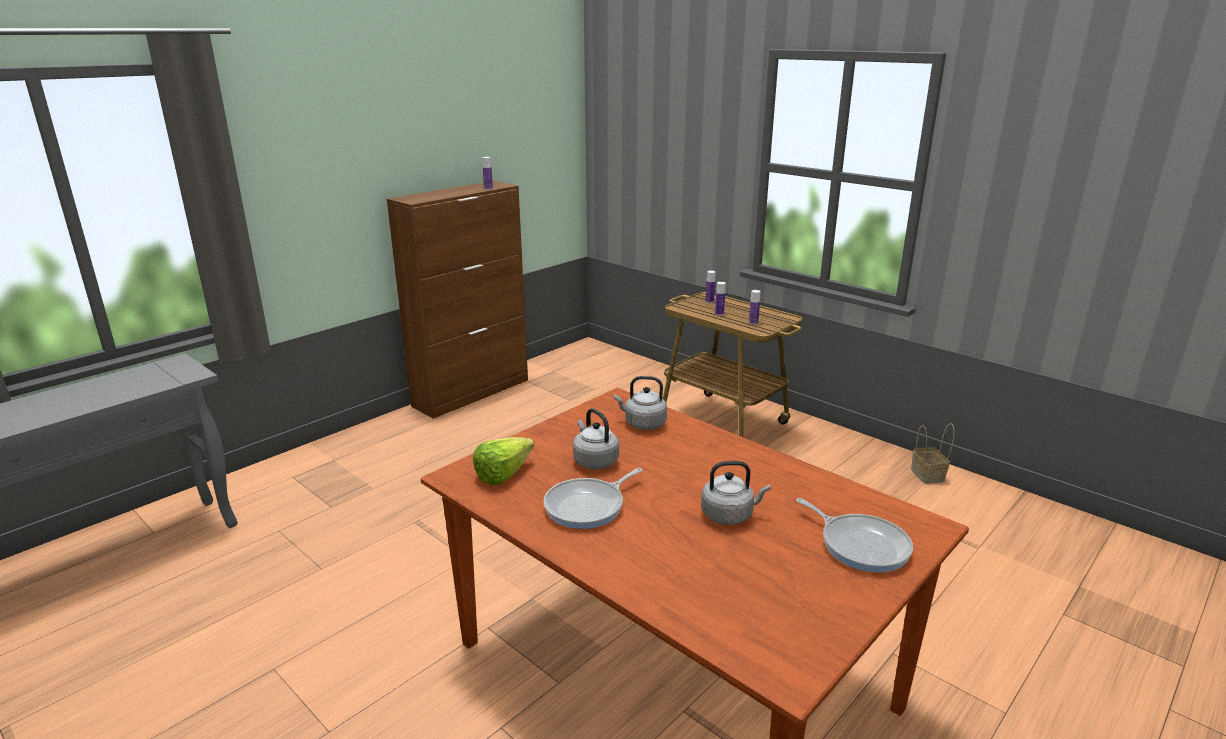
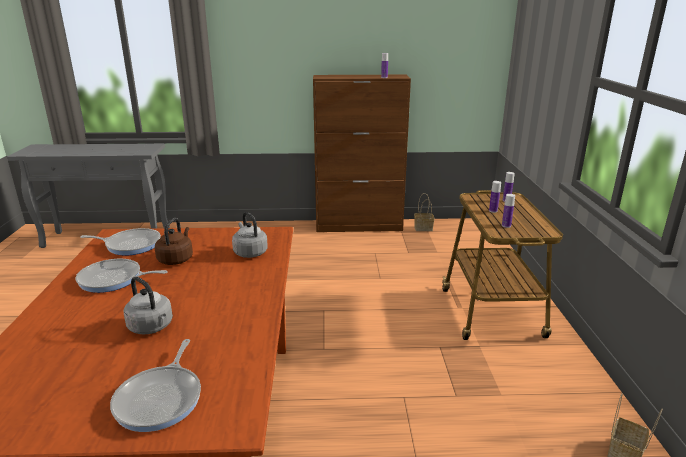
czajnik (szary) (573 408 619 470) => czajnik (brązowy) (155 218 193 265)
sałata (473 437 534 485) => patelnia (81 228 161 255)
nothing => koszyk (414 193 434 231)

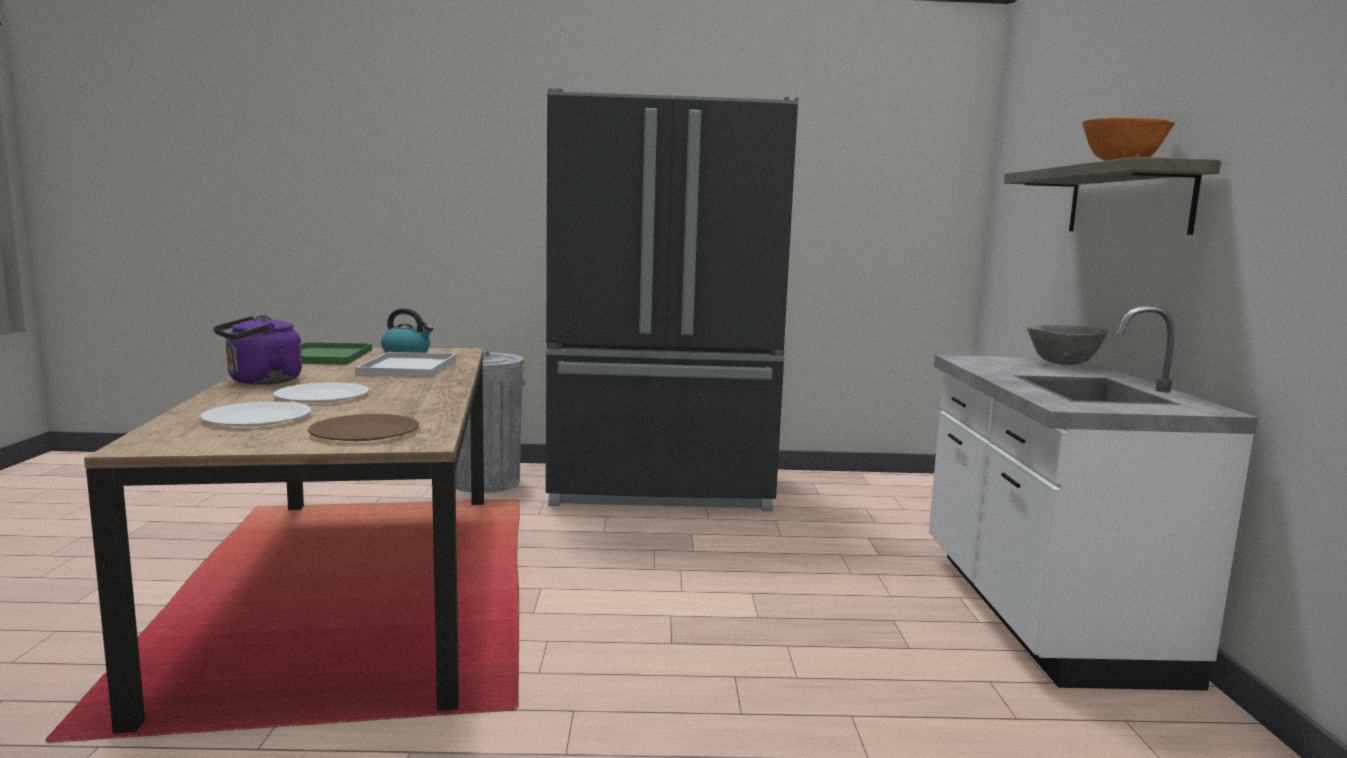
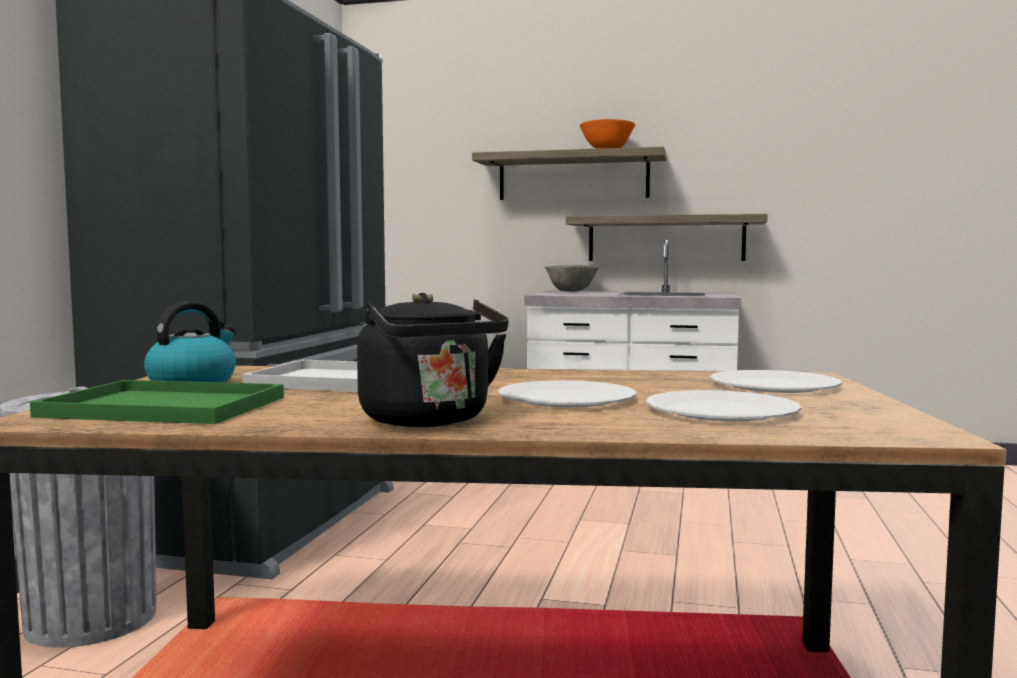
czajnik (fioletowy) (213 315 302 385) => czajnik (czarny) (357 293 509 427)
talerz (brązowy) (308 414 419 441) => talerz (biały) (710 370 842 393)
nothing => półka (566 214 768 261)

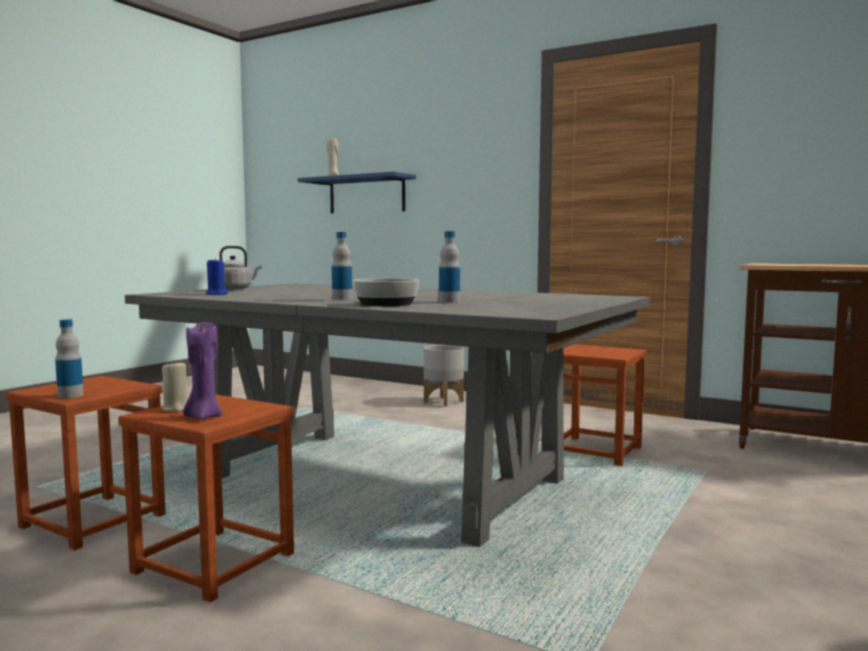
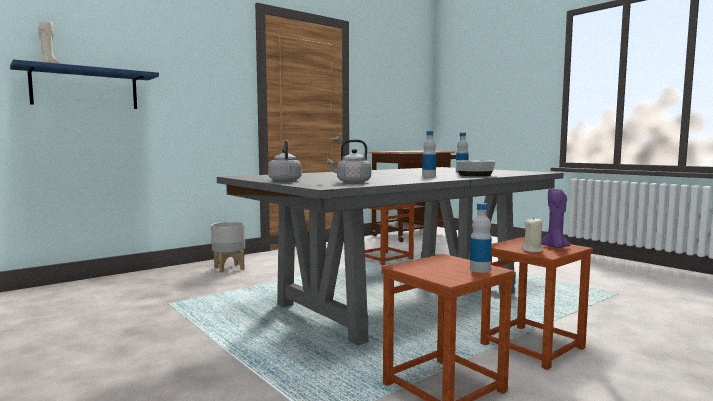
świeca (niebieski) (206 258 228 295) => czajnik (szary) (327 140 371 183)

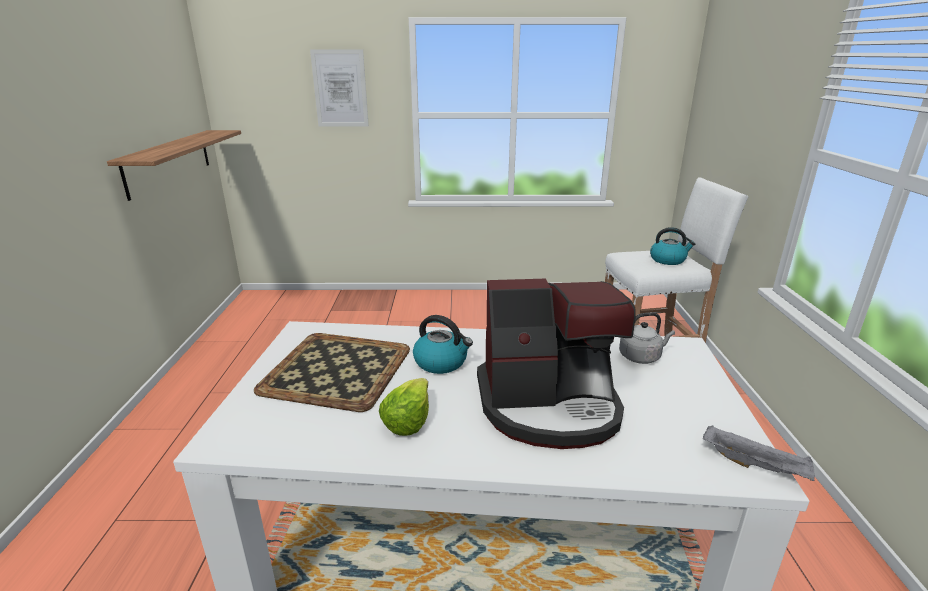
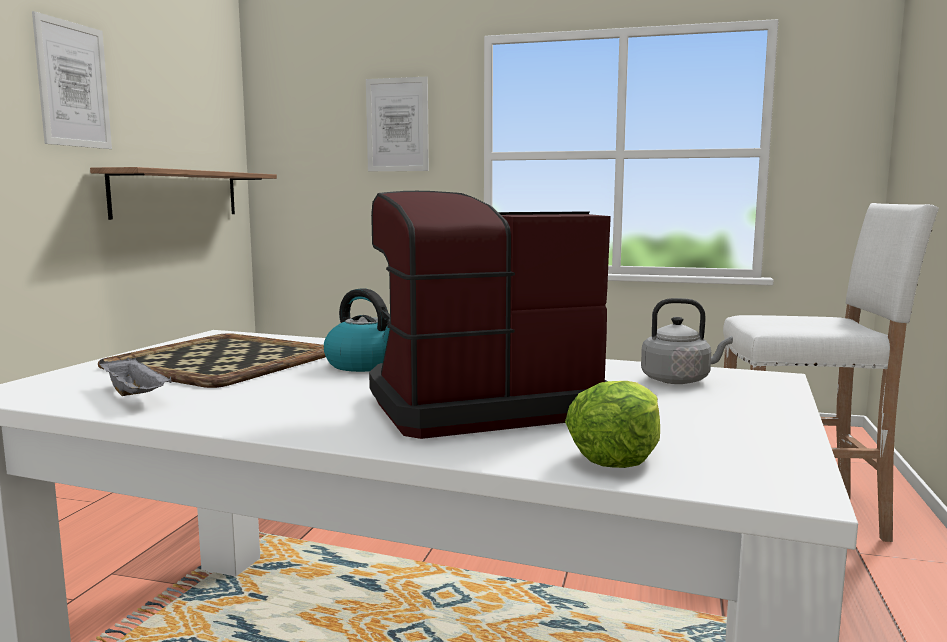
czajnik (650 227 696 265) => nothing
ekspres do kawy (477 279 636 449) => ekspres do kawy (369 191 611 439), 150 degrees clockwise
sałata (379 378 429 436) => sałata (565 381 660 468), move
taca (szary) (703 425 815 481) => taca (szary) (99 357 172 396), move
nothing => obraz (32 11 112 149)

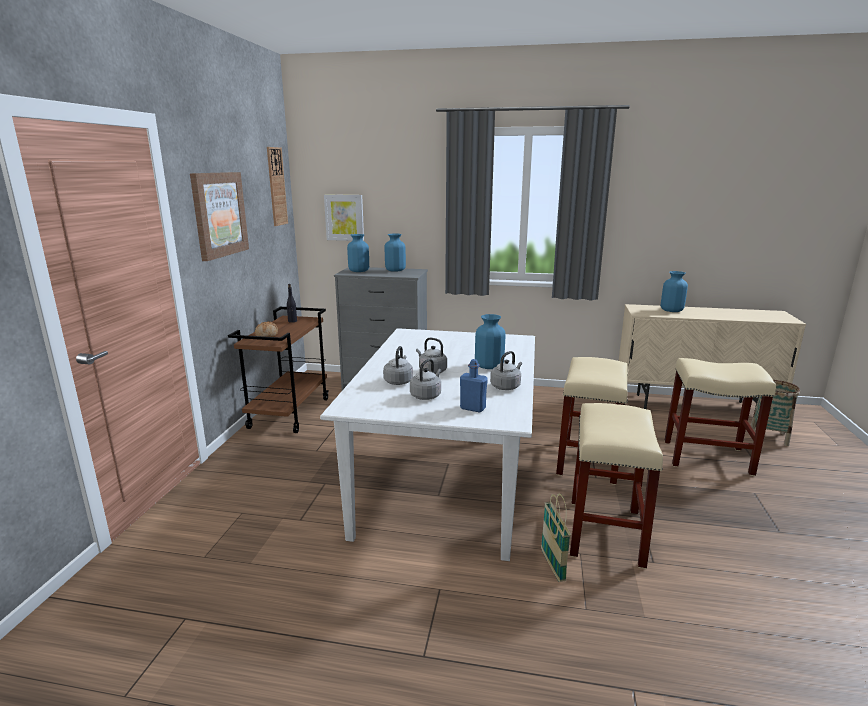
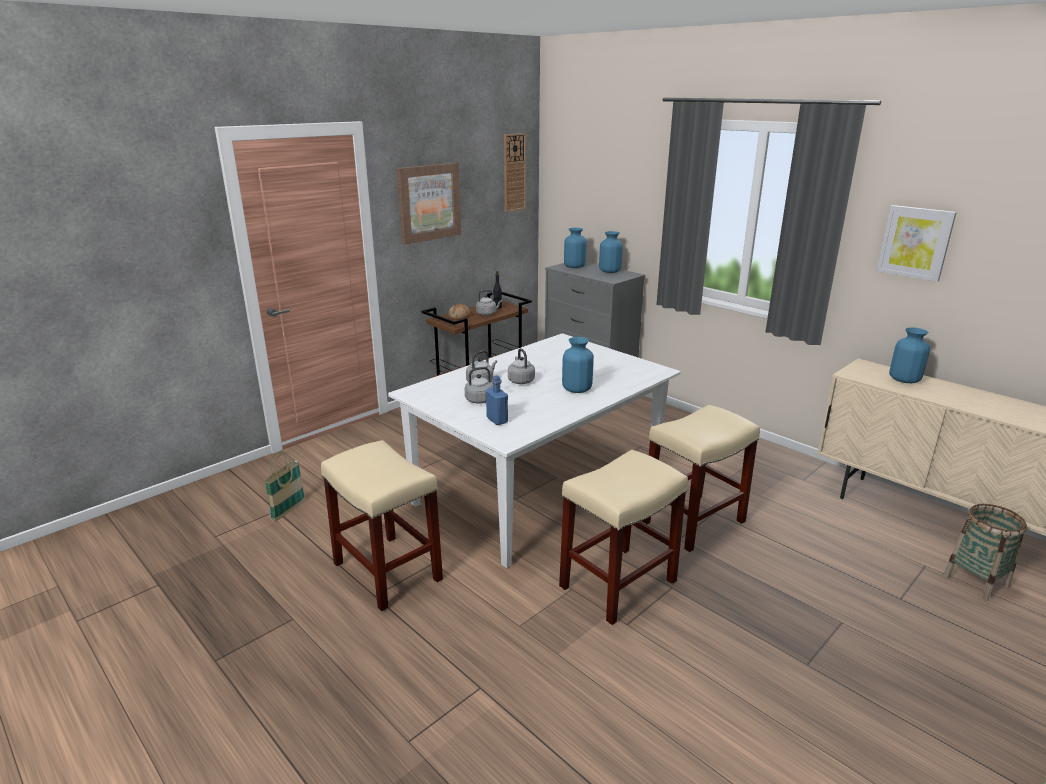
obraz (324 195 364 241) => obraz (877 205 957 282), move
czajnik (szary) (490 351 522 390) => czajnik (szary) (476 290 502 316), move
stołek (beżowy) (664 358 776 476) => stołek (beżowy) (321 440 443 612), move
koszyk (541 493 571 582) => koszyk (264 451 305 521), move

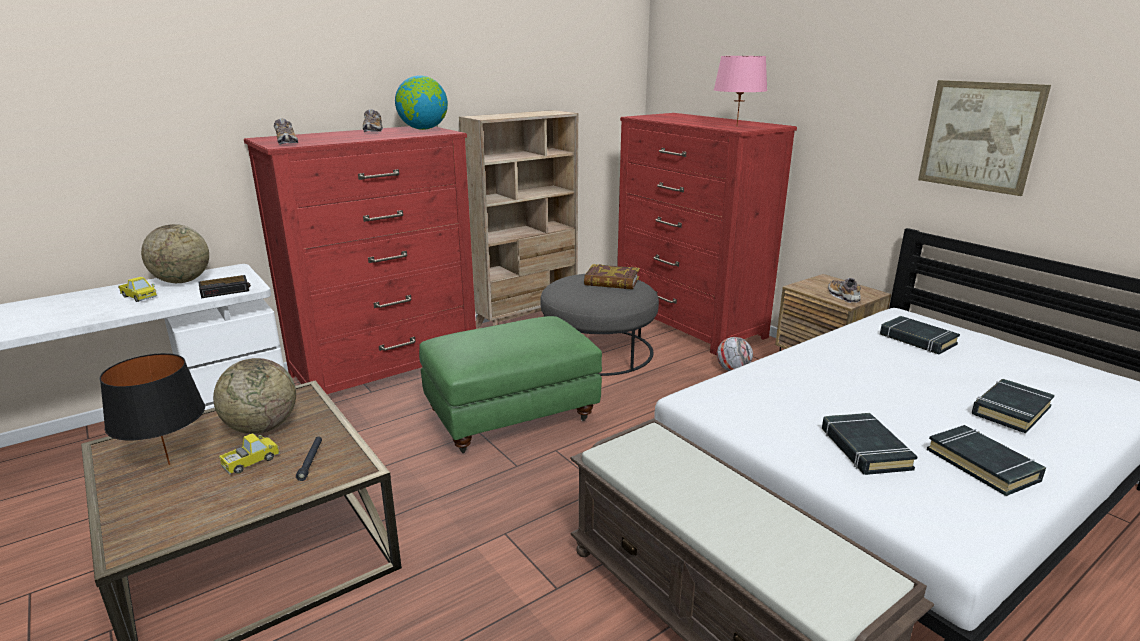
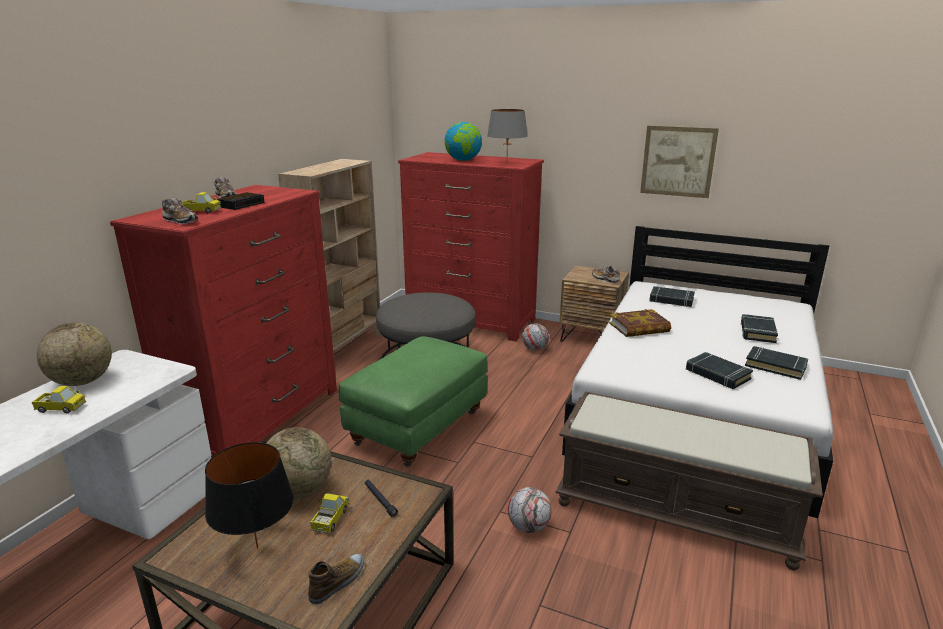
lampa stołowa (różowy) (714 56 767 126) => lampa stołowa (szary) (487 109 528 151)
globus (395 75 448 130) => globus (445 122 482 161), move
książka (584 264 640 289) => książka (609 309 671 337), move
budzik (198 275 251 298) => budzik (217 192 265 210), move
nothing => ciężarówka zabawkowa (182 192 221 213)
nothing => piłka futbolowa (508 487 552 533)
nothing => but (308 554 364 605)

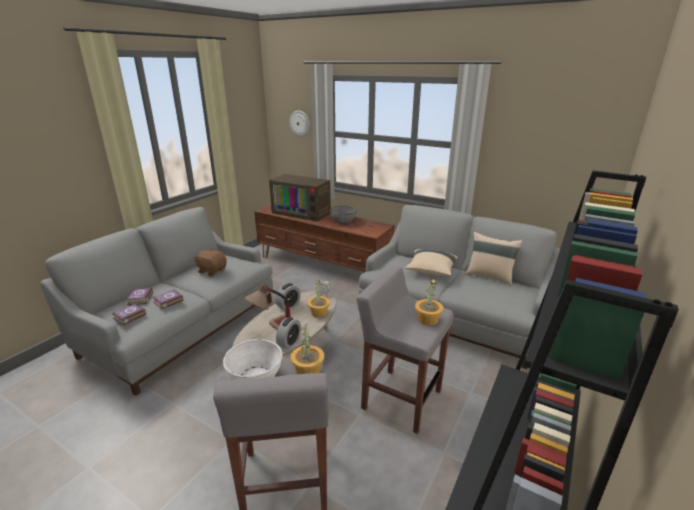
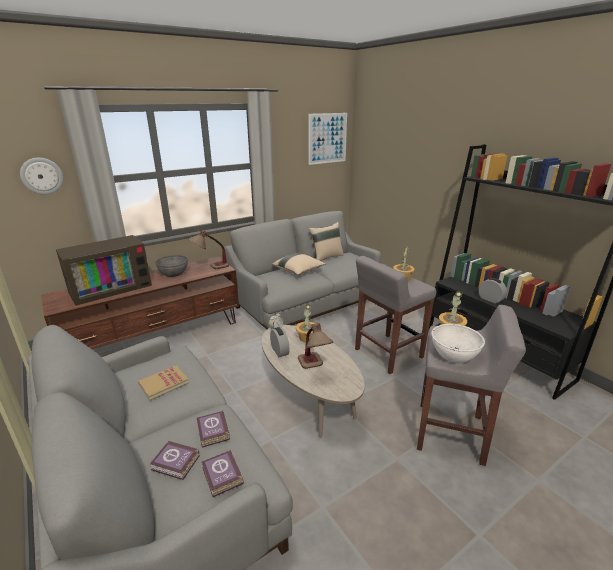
pluszak (brązowy) (194 248 227 276) => książka (138 366 189 401)
budzik (276 317 301 349) => budzik (479 278 507 304), move
nothing => obraz (308 113 347 165)
nothing => lampa stołowa (188 230 229 269)

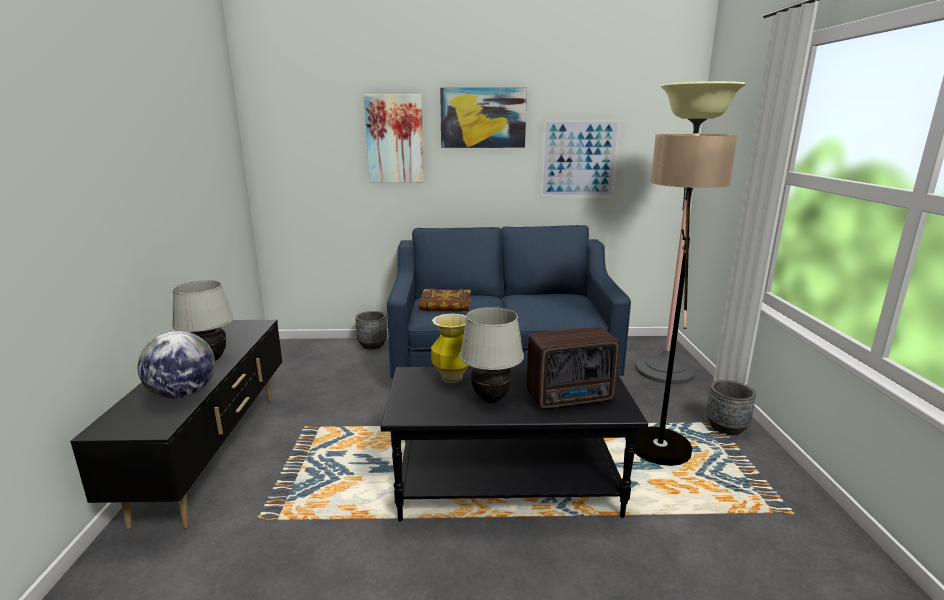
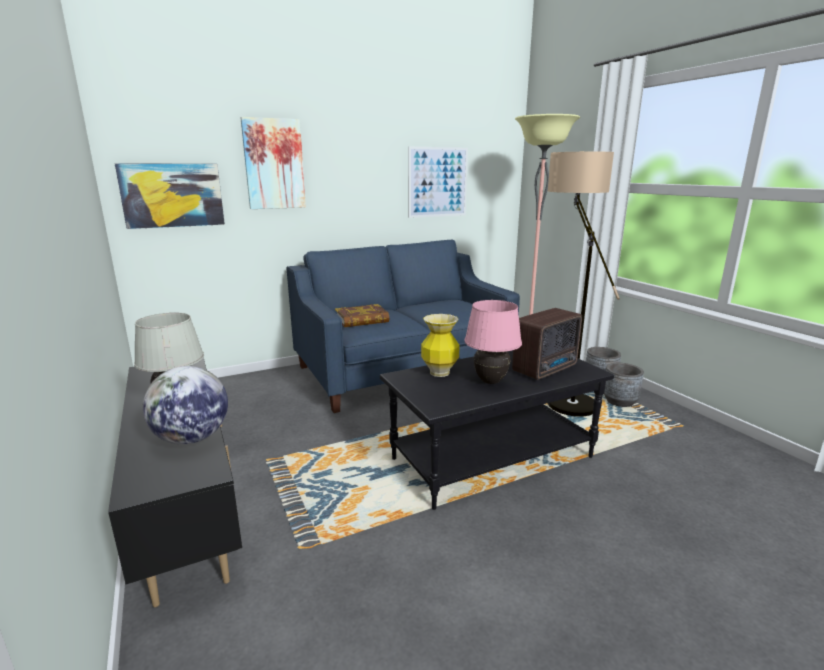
obraz (440 88 527 148) => obraz (115 163 225 229), move
lampa stołowa (biały) (460 307 524 403) => lampa stołowa (różowy) (464 300 522 384)
donica (szary) (355 311 387 350) => donica (szary) (604 363 644 407), move

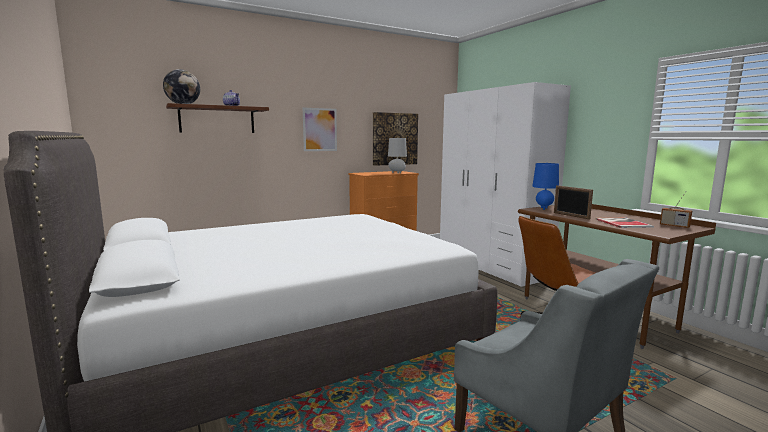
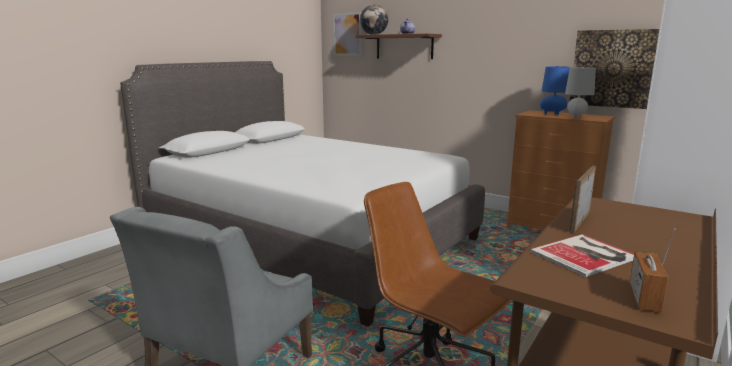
obraz (303 108 337 151) => obraz (333 12 361 56), move
lampa stołowa (niebieski) (532 163 559 210) => lampa stołowa (niebieski) (540 66 570 115), move

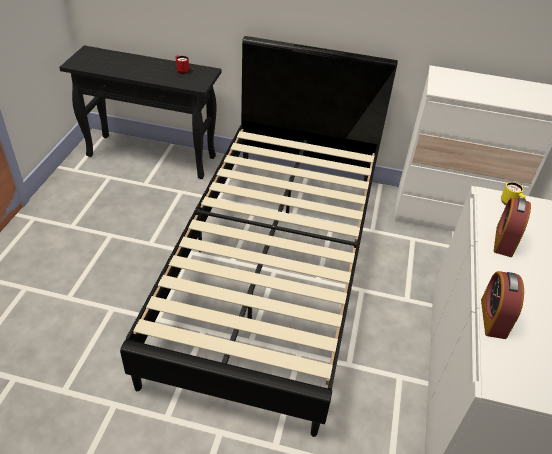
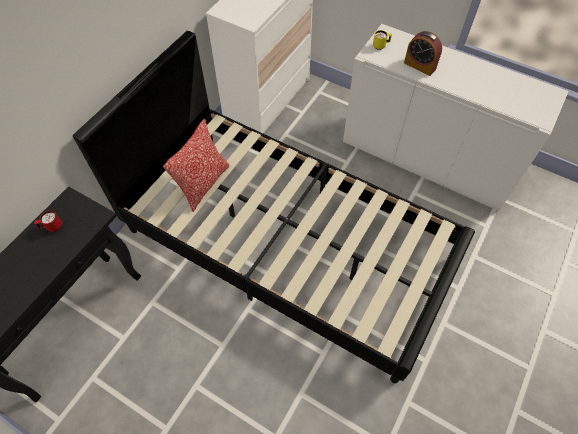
budzik (481 271 524 339) => nothing
nothing => poduszka (163 119 229 212)

